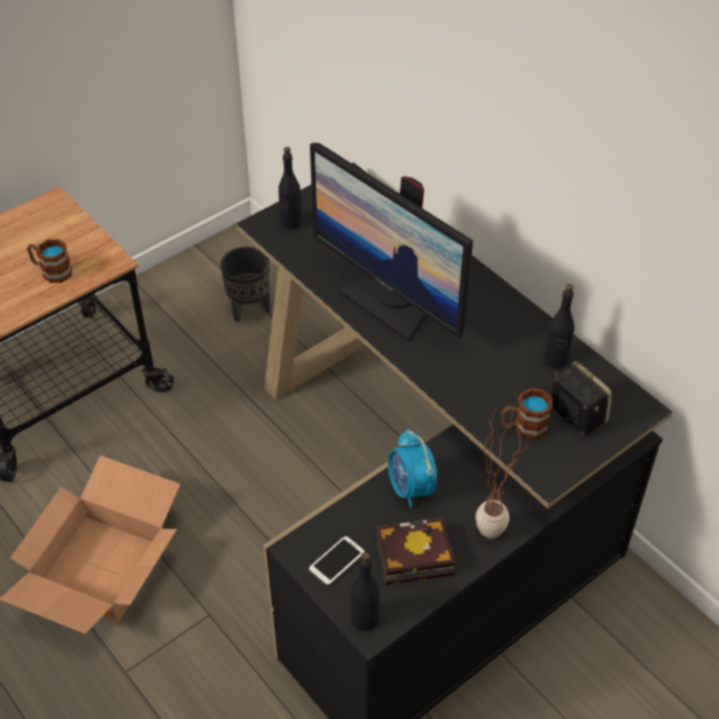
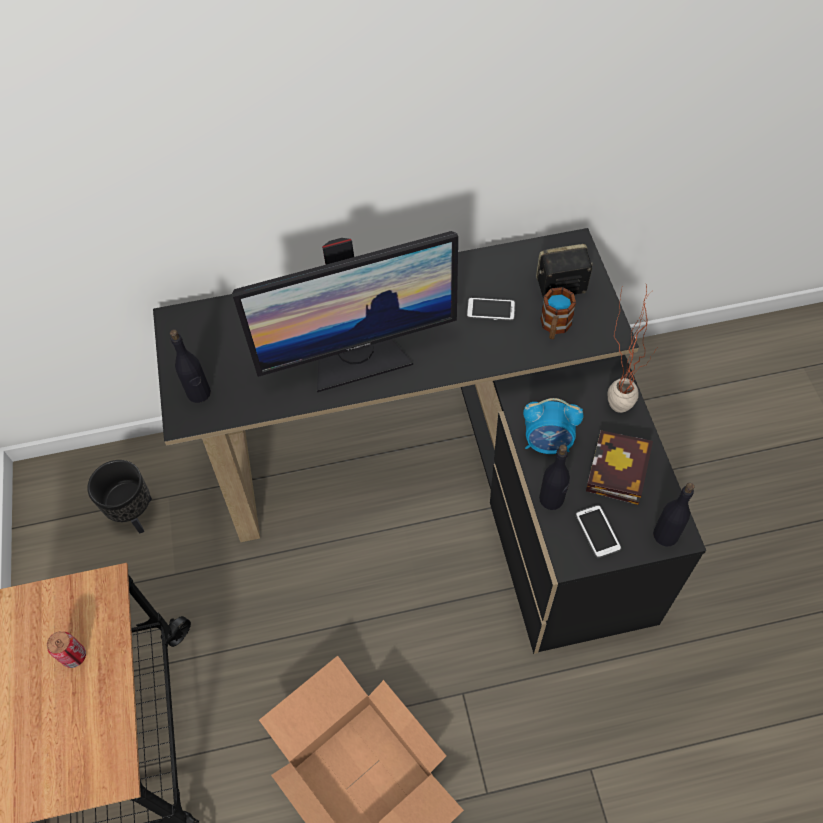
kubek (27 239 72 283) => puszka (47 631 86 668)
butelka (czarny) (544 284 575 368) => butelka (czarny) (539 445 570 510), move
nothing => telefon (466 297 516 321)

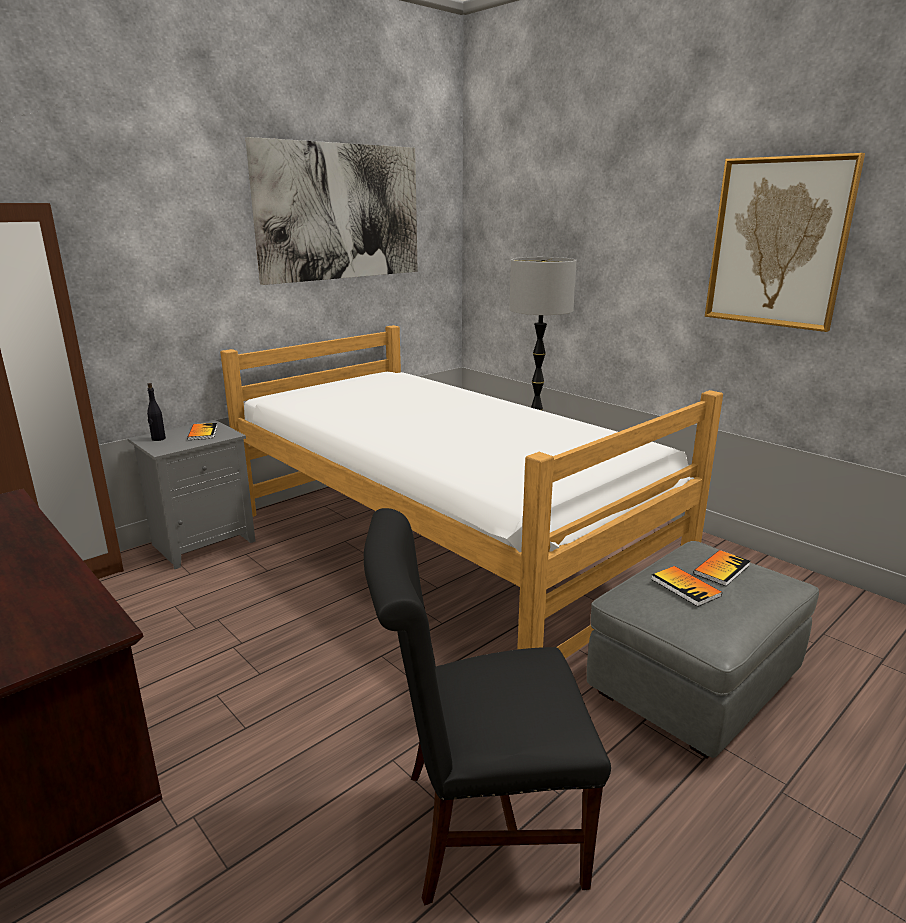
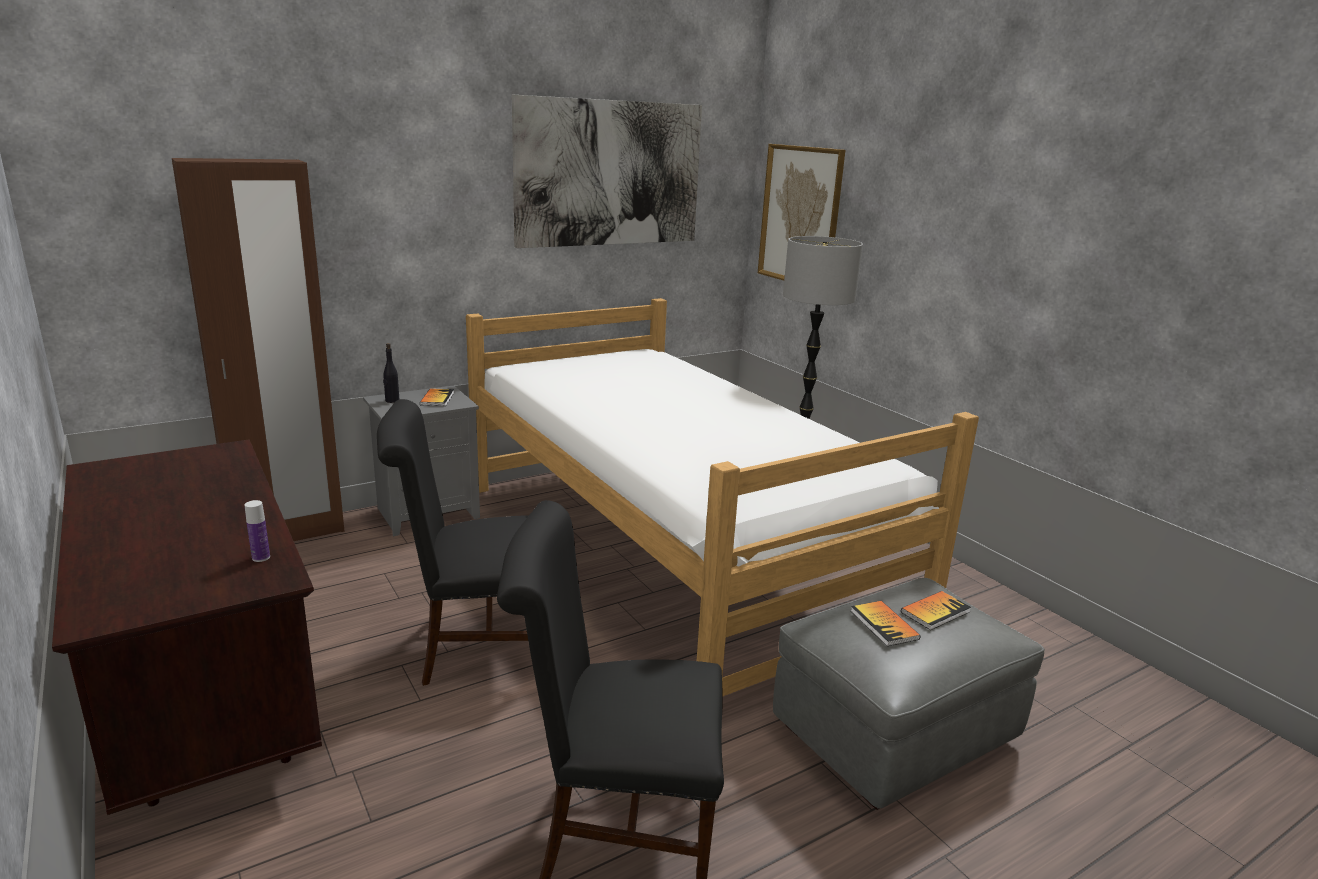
obraz (705 153 865 332) => obraz (758 144 845 281), move
nothing => krzesło (czarny) (377 399 529 686)
nothing => butelka (244 500 270 562)

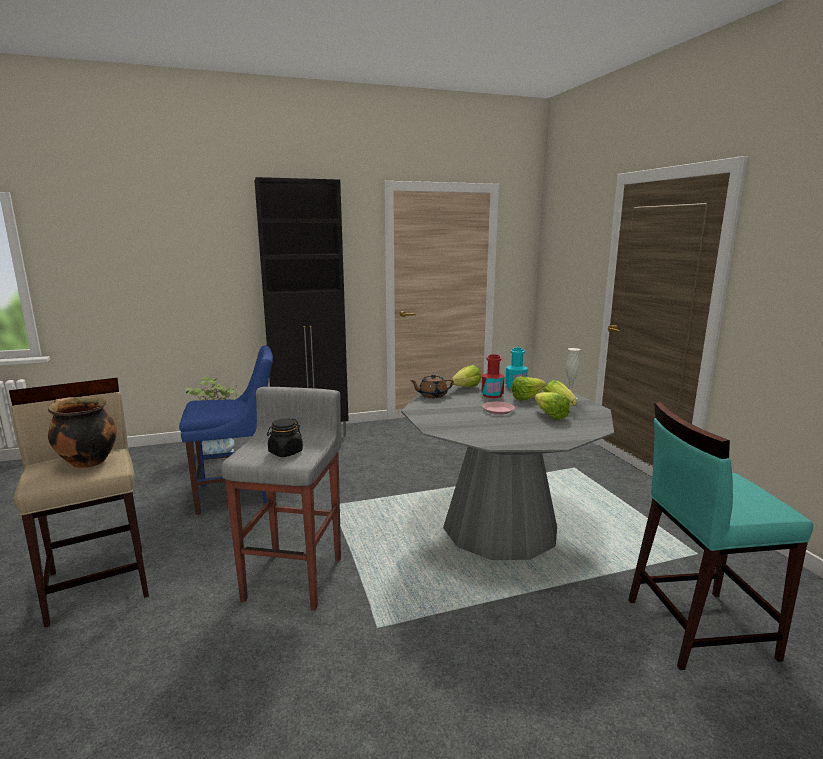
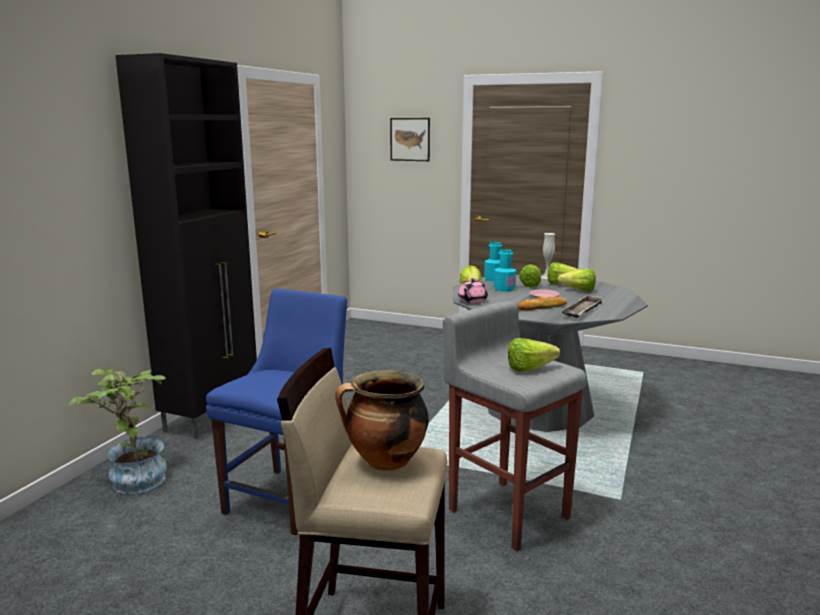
butelka (czerwony) (482 354 504 398) => butelka (turkusowy) (494 249 516 292)
imbryk (brązowy) (410 374 454 398) => imbryk (różowy) (458 278 488 303)
stołek (turkusowy) (628 401 813 670) => nothing
słoik (czarny) (267 418 303 457) => sałata (508 338 560 372)
nothing => obraz (390 118 430 161)
nothing => taca (562 295 604 318)
nothing => chleb (517 297 567 310)

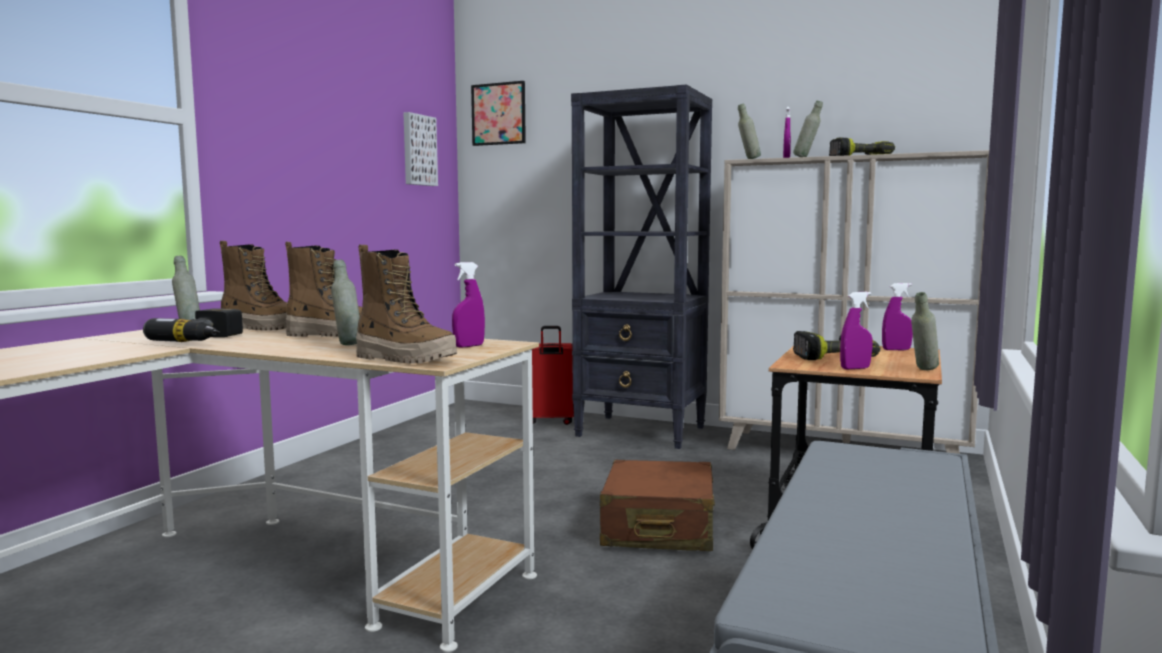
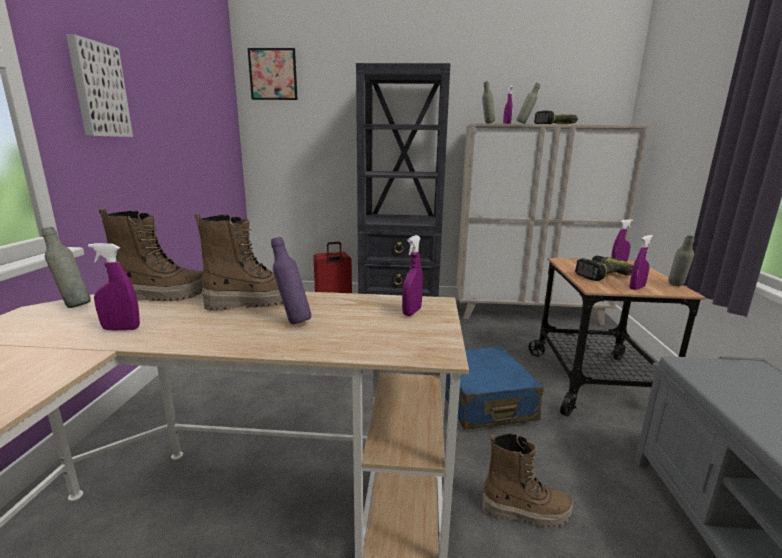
obraz (403 112 438 186) => obraz (66 35 133 137), move
but z cholewką (356 245 457 364) => but z cholewką (482 434 573 528), move
butelka (szary) (331 260 360 345) => butelka (fioletowy) (271 237 311 325)
wiertarka (143 308 243 342) => spryskiwacz (fioletowy) (88 243 140 330)
walizka (brązowy) (600 460 715 551) => walizka (niebieski) (436 346 544 430)

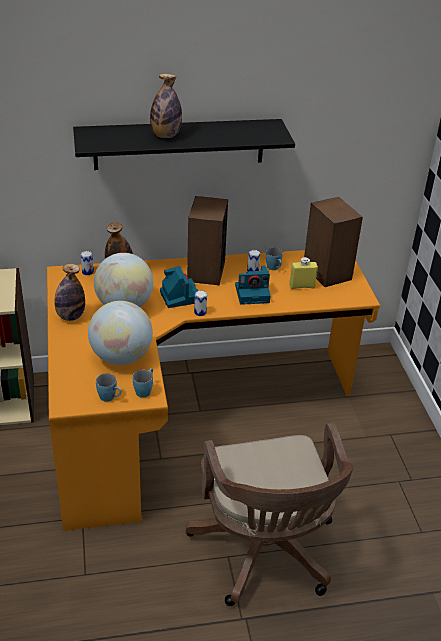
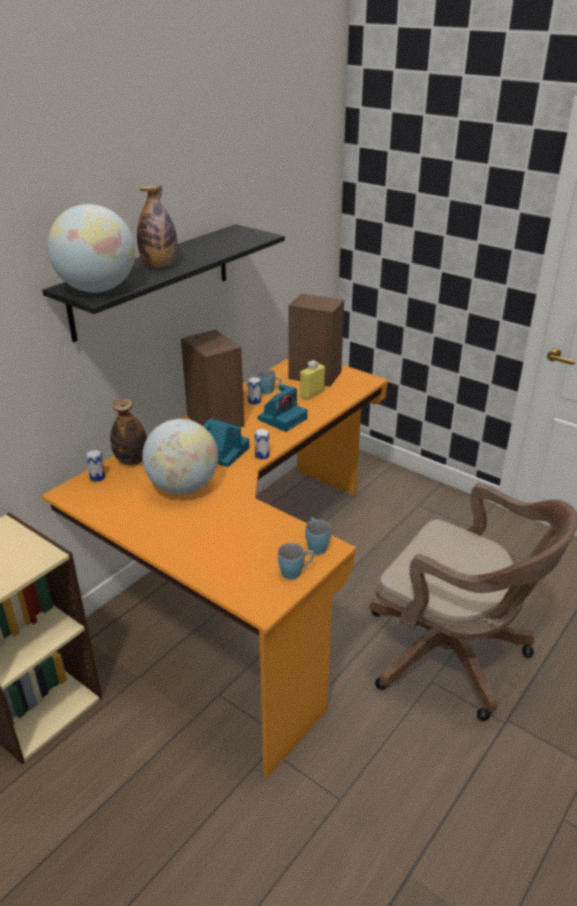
butelka (54 263 85 321) => nothing
globus (88 301 153 365) => globus (47 204 135 293), move

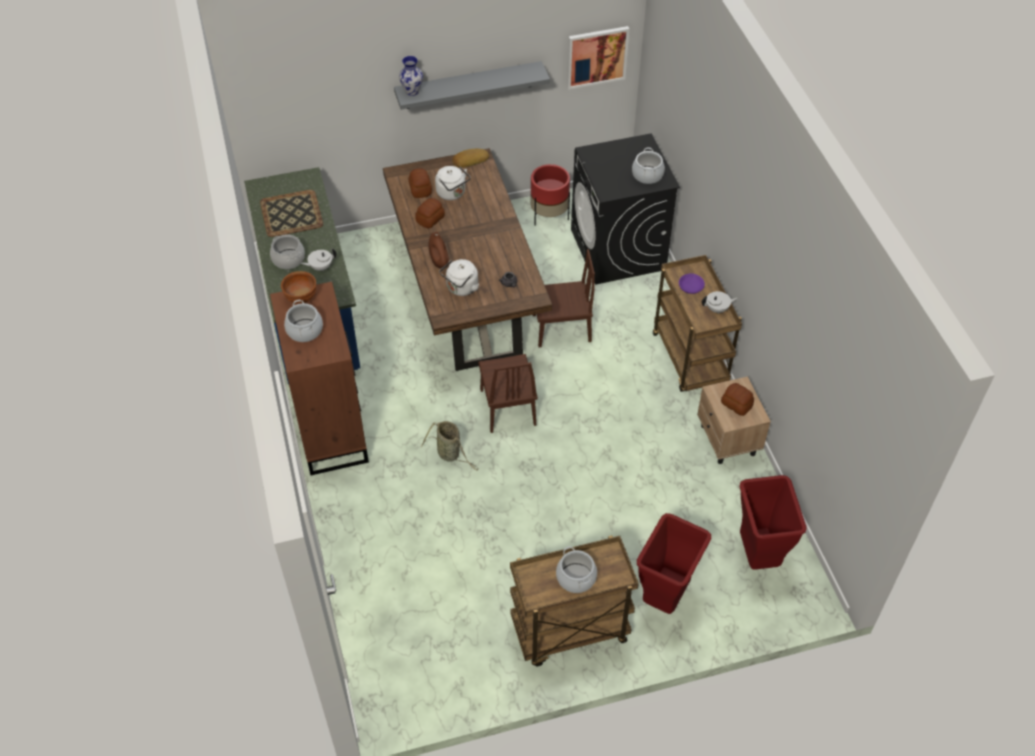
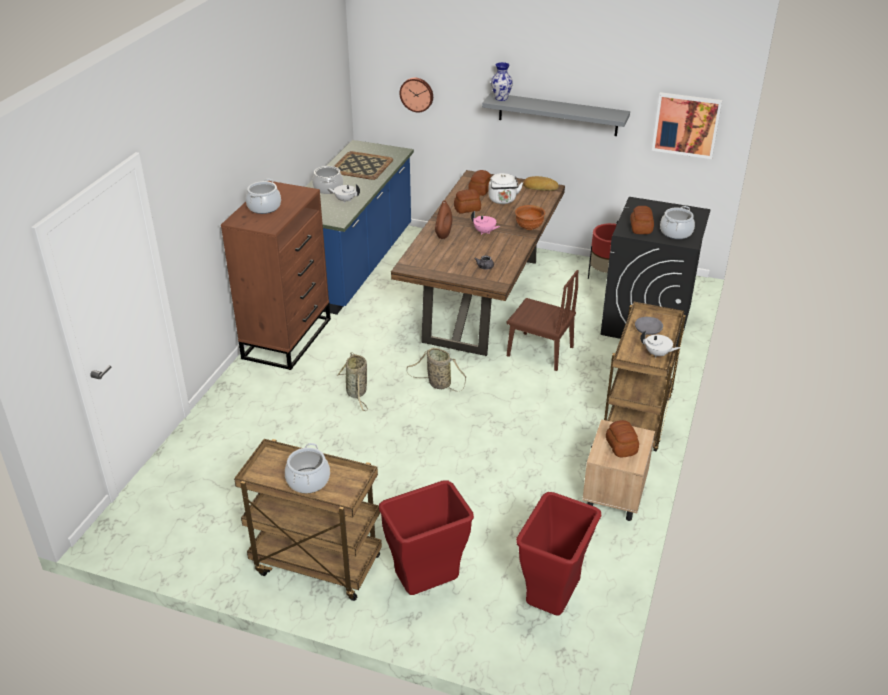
czajnik (biały) (439 259 479 296) => nothing
miska (brązowy) (281 271 316 304) => miska (brązowy) (515 205 545 230), move
miska (fioletowy) (679 273 705 294) => miska (szary) (635 317 663 335)
krzesło (brązowy) (478 354 538 433) => koszyk (406 348 466 392)
nothing => zegar ścienny (400 78 433 112)
nothing => chleb (630 206 654 234)
nothing => imbryk (różowy) (471 211 500 235)

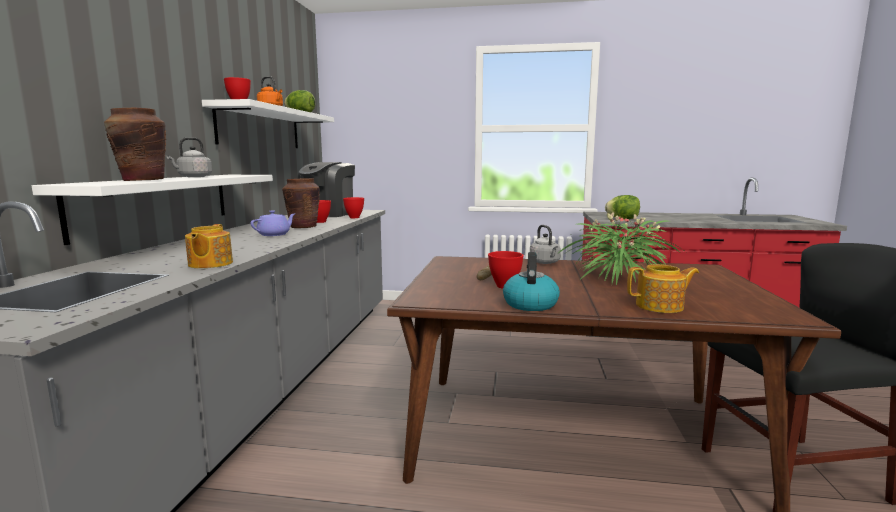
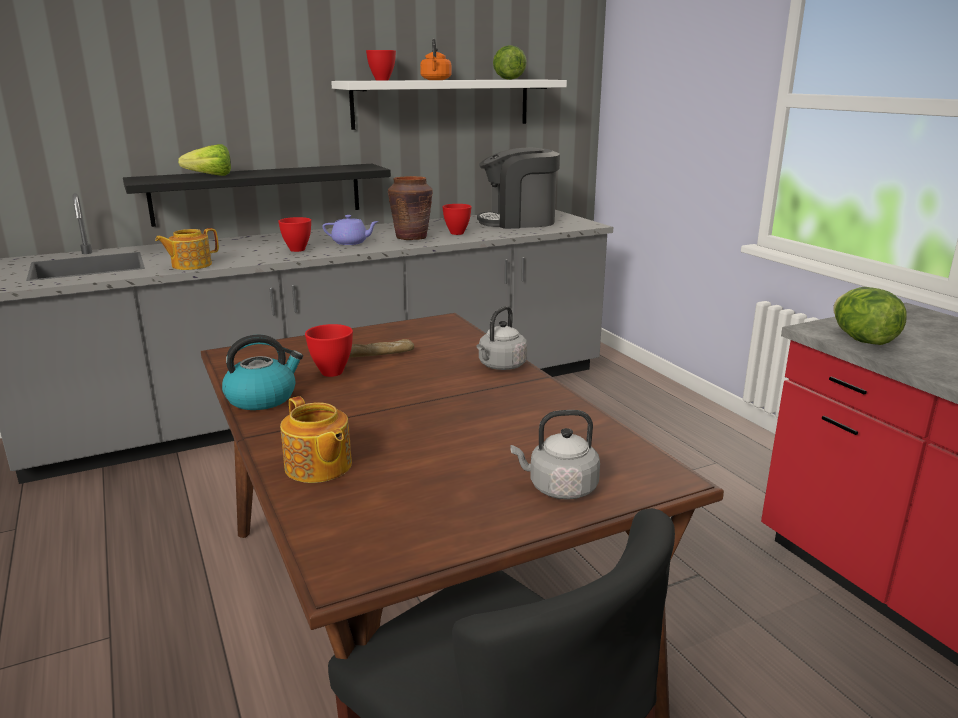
wazon (brązowy) (104 108 166 181) => sałata (178 144 231 176)
czajnik (szary) (166 137 212 177) => czajnik (szary) (510 410 600 500), move
półka (biały) (32 175 273 245) => półka (czarny) (123 164 391 227)
miska (czerwony) (343 197 364 218) => miska (czerwony) (278 217 311 252), move
roślina doniczkowa (560 213 686 285) => nothing

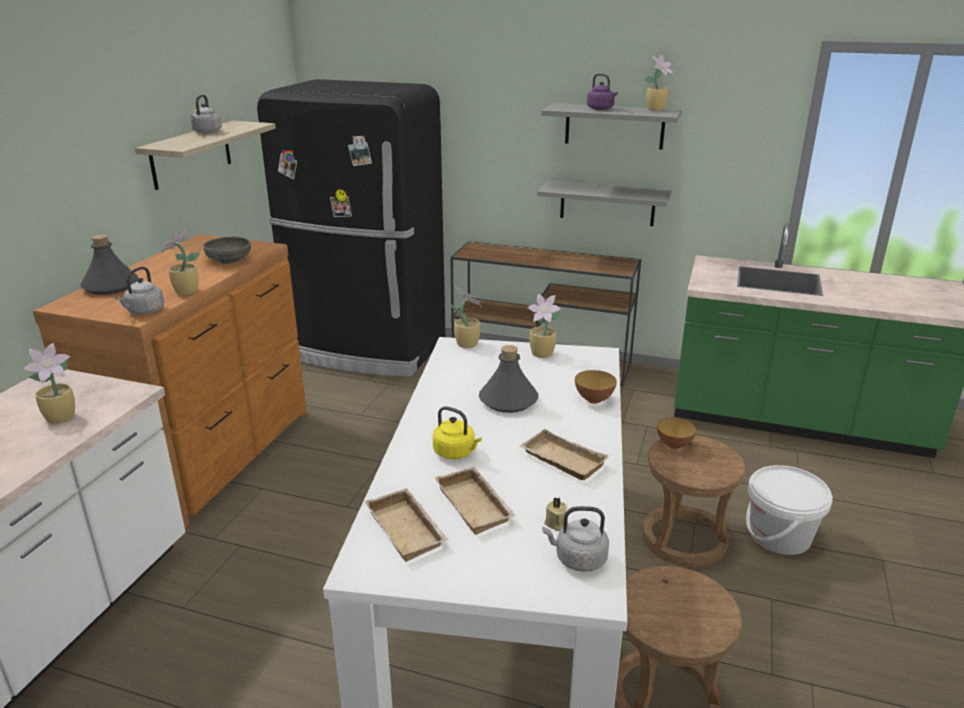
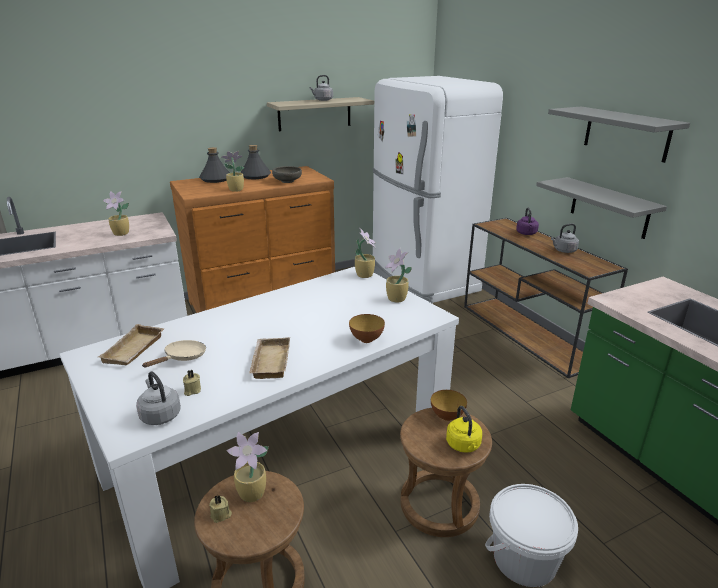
roślina doniczkowa (644 55 674 111) => roślina doniczkowa (226 432 269 502), move
czajnik (fioletowy) (587 73 618 110) => czajnik (fioletowy) (516 208 539 235), move
lodówka (czarny) (257 79 446 377) => lodówka (biały) (373 76 503 303)
czajnik (szary) (115 267 164 314) => czajnik (szary) (551 224 579 253), move
butelka (szary) (479 345 538 413) => butelka (szary) (240 145 271 179), move
czajnik (żółty) (433 406 482 459) => czajnik (żółty) (446 406 482 453), move
taca (beżowy) (435 467 516 535) => patelnia (beżowy) (143 340 206 367)
nothing => świeca (beżowy) (209 495 232 523)

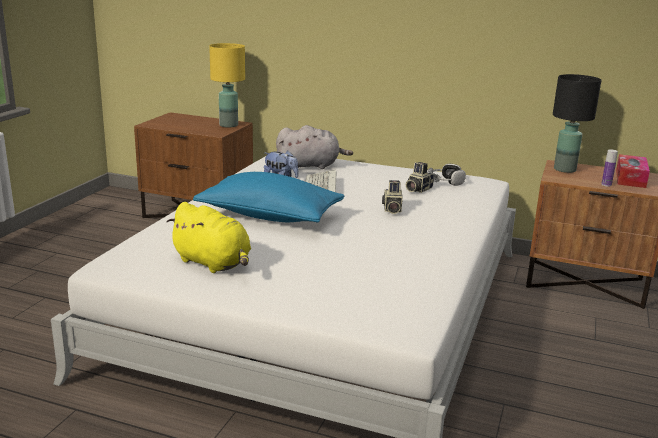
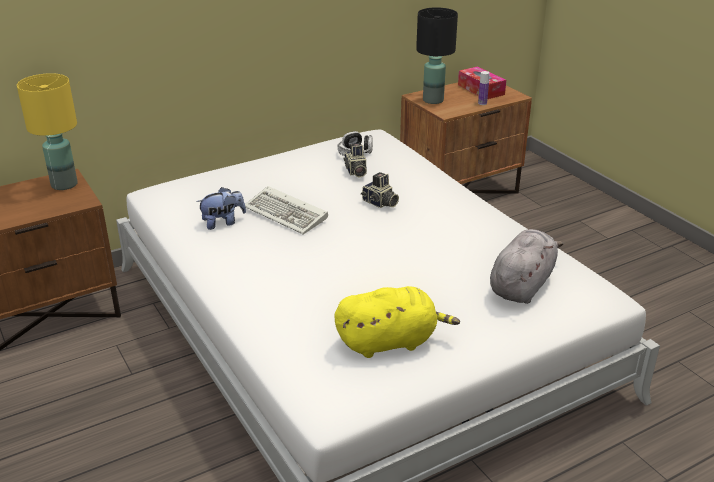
pluszak (szary) (276 125 353 169) => pluszak (szary) (490 229 564 304), move
poduszka (niebieski) (193 172 344 223) => nothing

